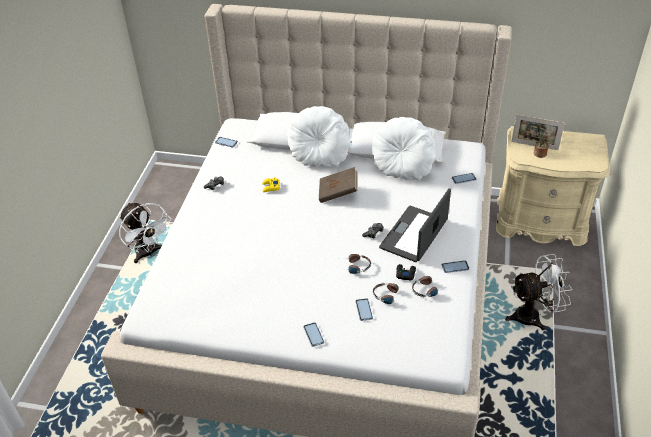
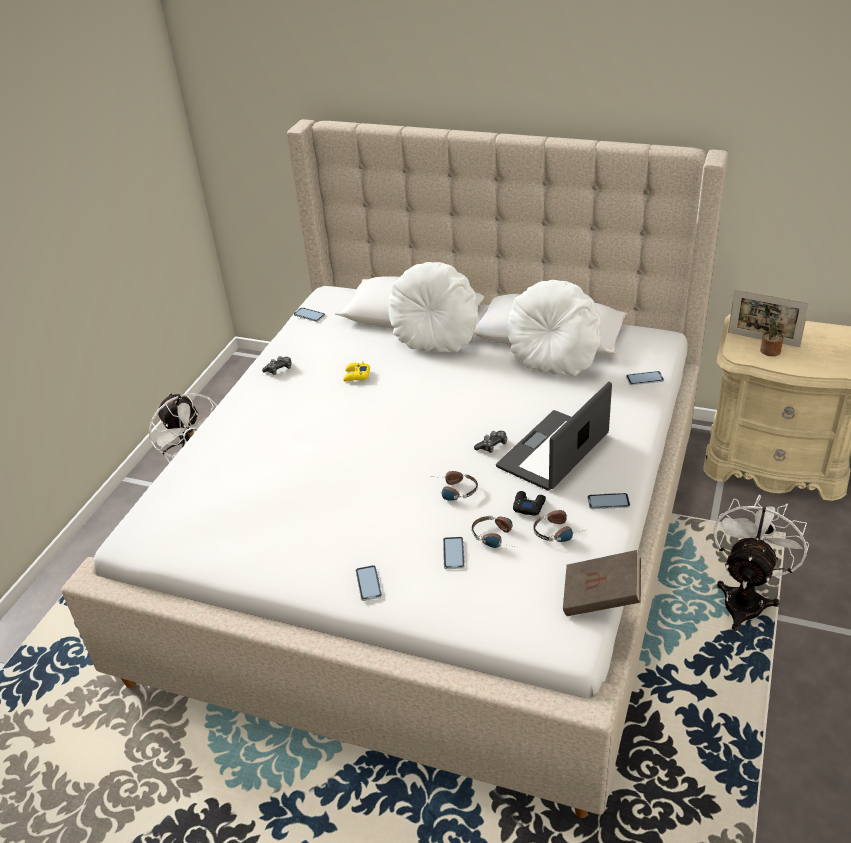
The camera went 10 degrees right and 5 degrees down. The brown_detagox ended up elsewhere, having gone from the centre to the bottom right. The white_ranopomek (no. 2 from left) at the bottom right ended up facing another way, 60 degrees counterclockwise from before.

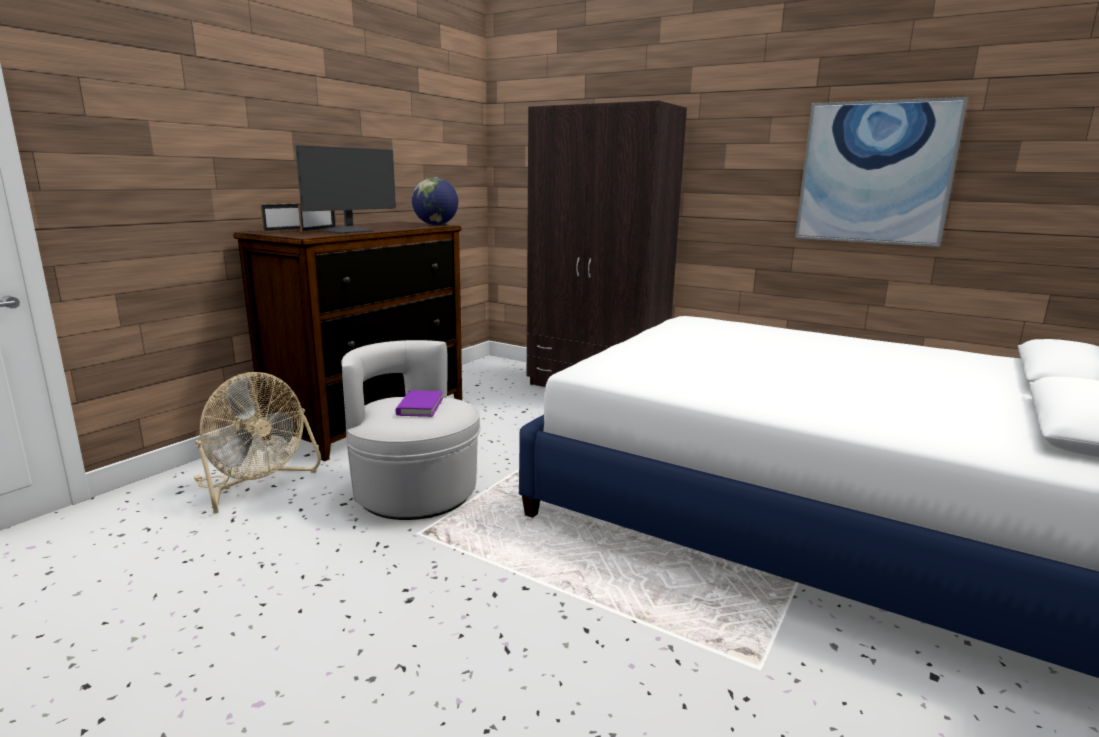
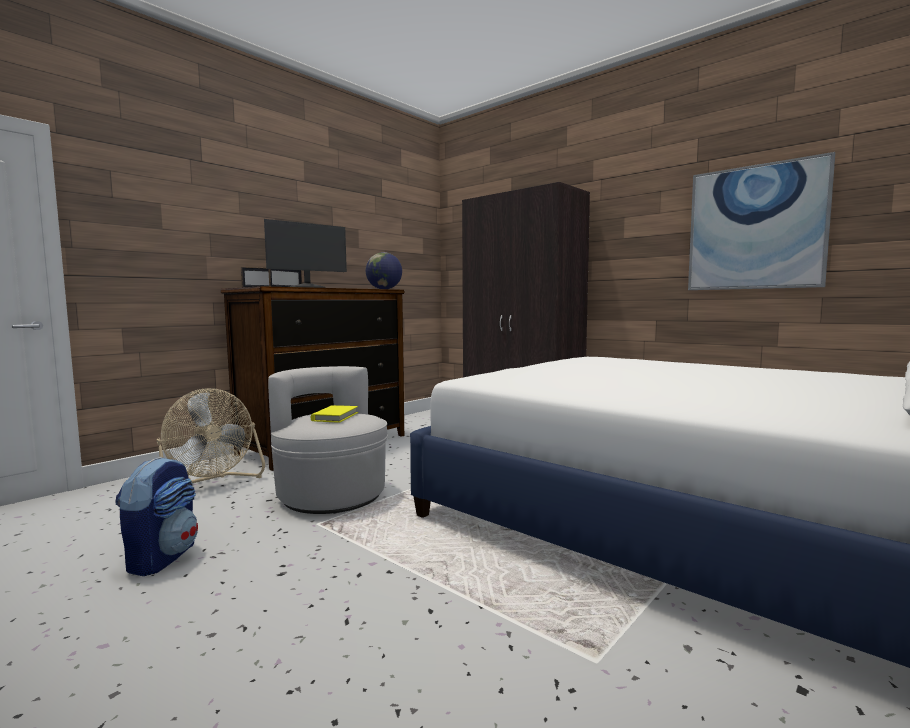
The camera went 10 degrees right and 10 degrees down. What was the purple_detagox at the centre turned into the yellow_detagox at the centre. The second view gained the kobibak at the bottom left.

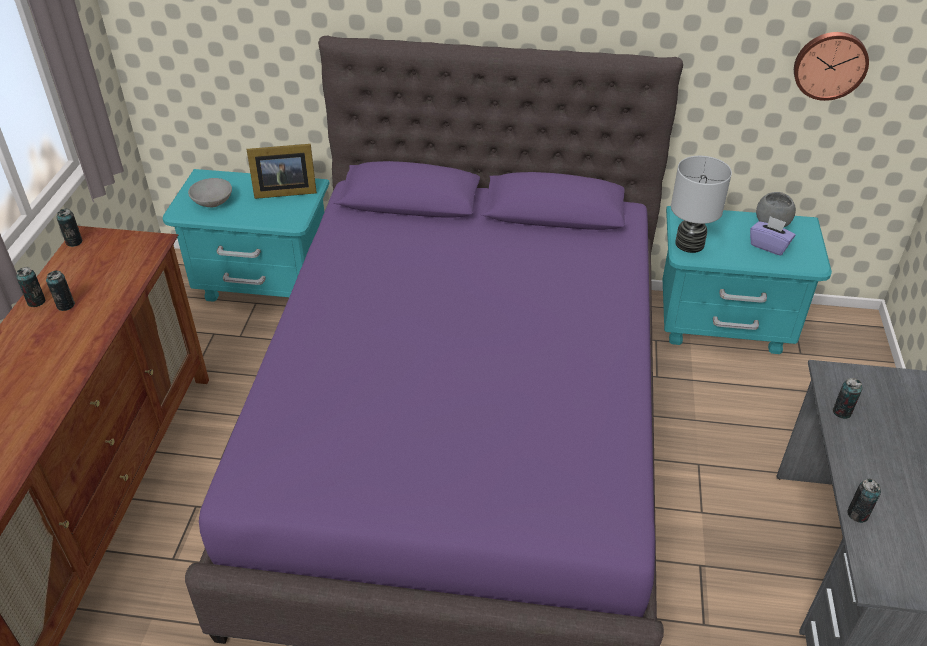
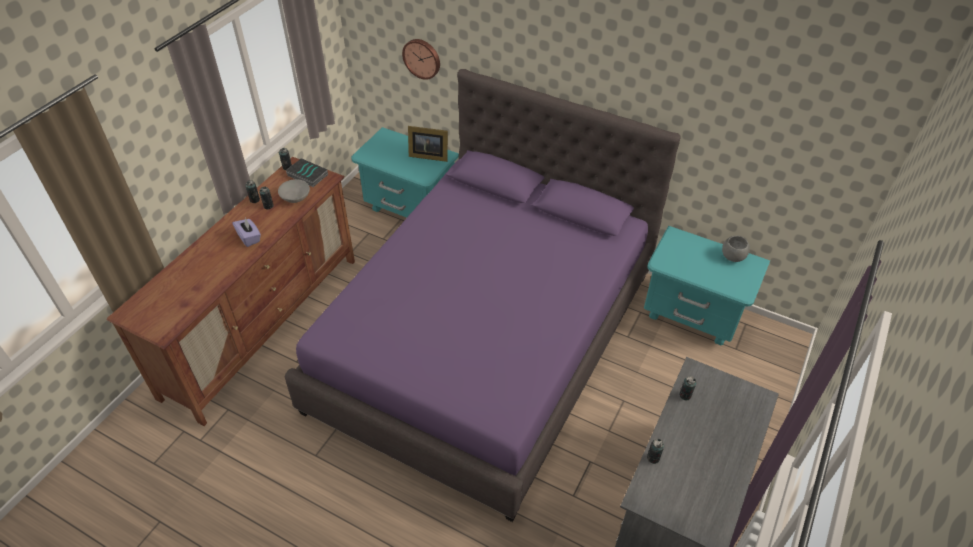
The camera went 20 degrees right and 5 degrees up. The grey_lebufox (no. 1 from left) ended up elsewhere, having gone from the top left to the middle left. The second view lost the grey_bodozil at the top right. The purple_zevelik ended up elsewhere, having gone from the middle right to the middle left. The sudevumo ended up elsewhere, having gone from the top right to the top centre. The second view gained the detagox at the top left.

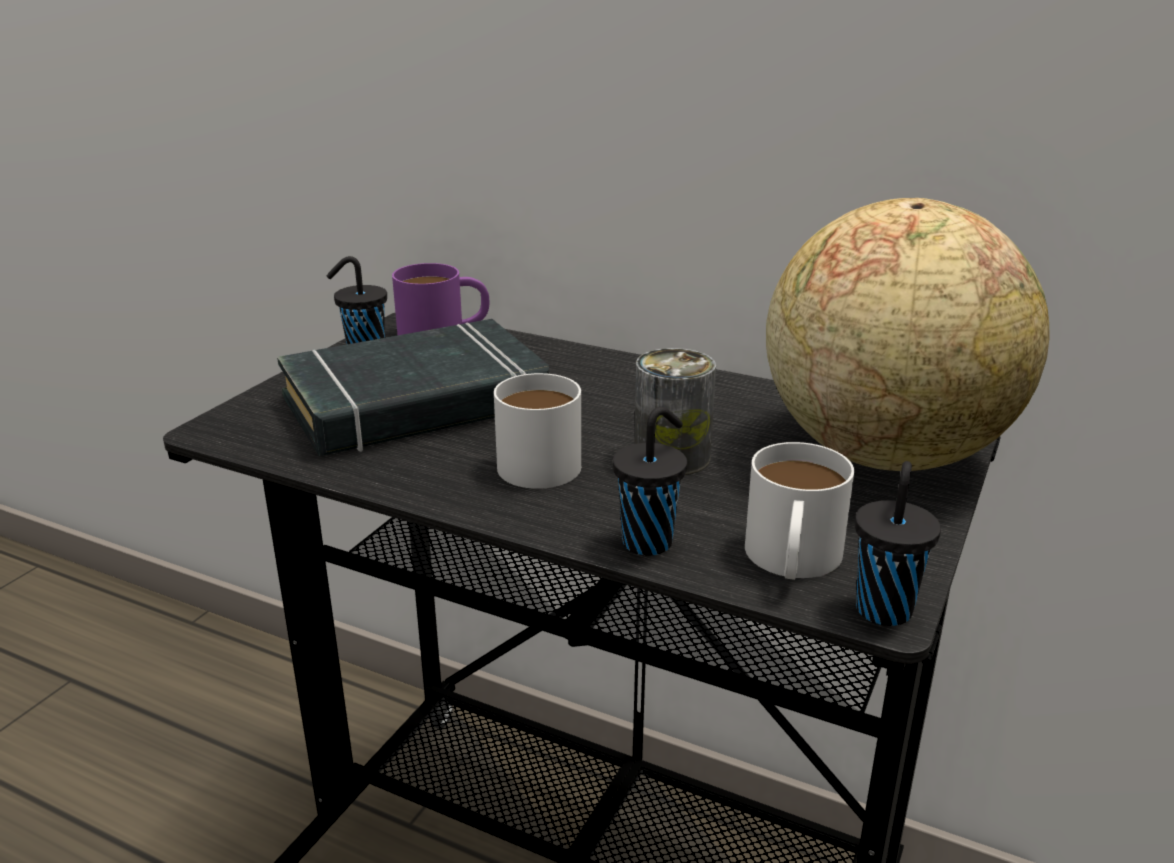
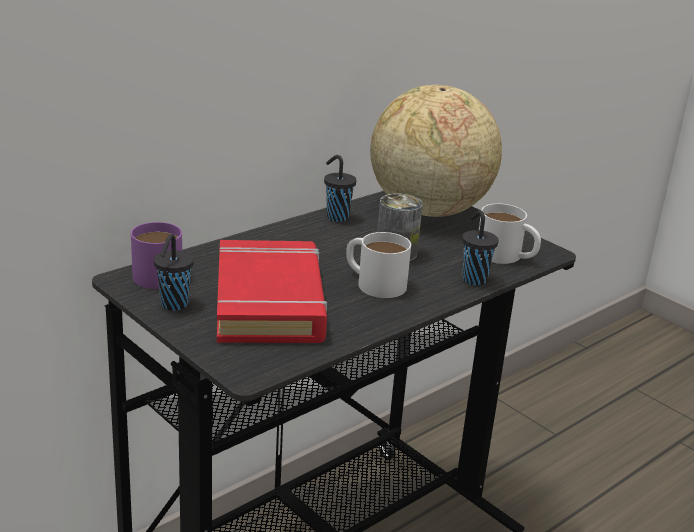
The camera went 70 degrees left and 0 degrees up. What was the black_detagox at the centre turned into the red_detagox at the centre. The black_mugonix (no. 3 from left in the first image) ended up elsewhere, having gone from the middle right to the centre.

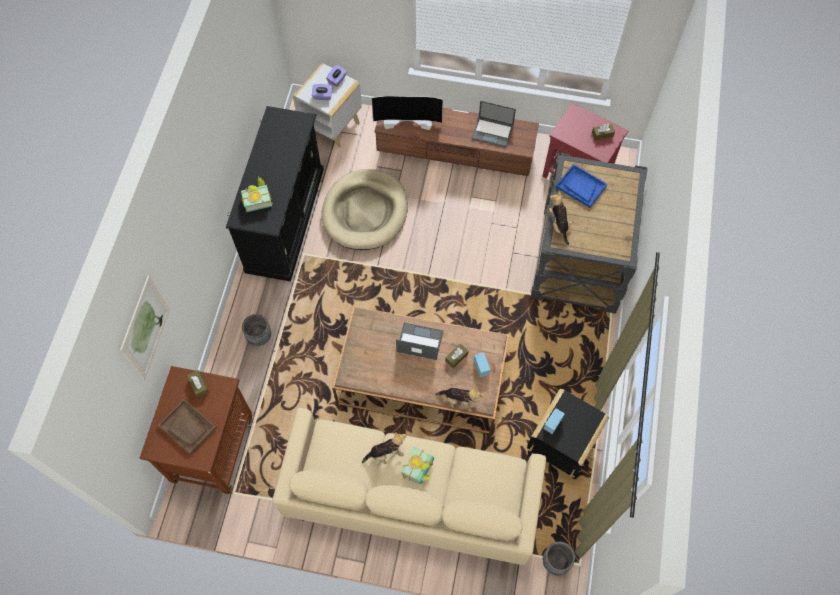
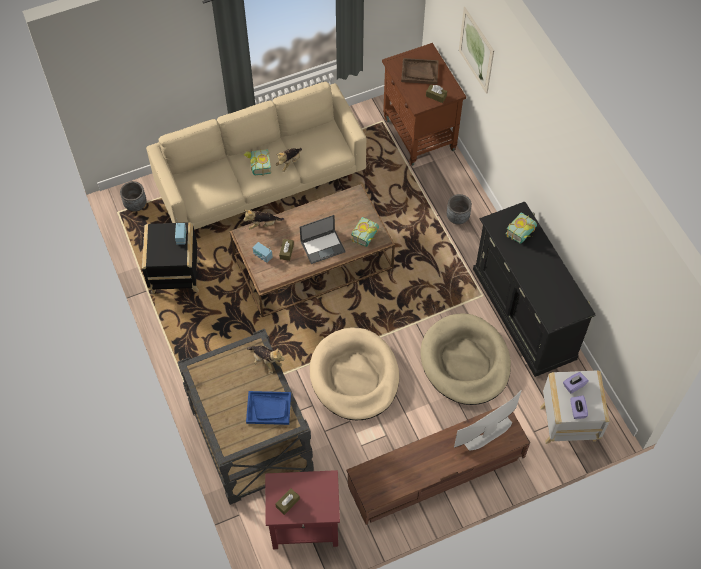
The camera went 145 degrees right and 5 degrees down. The second view lost the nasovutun (no. 2 from left) at the top centre. The second view gained the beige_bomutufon (no. 1 from left) at the centre. The second view gained the detagox (no. 2 from left) at the centre.

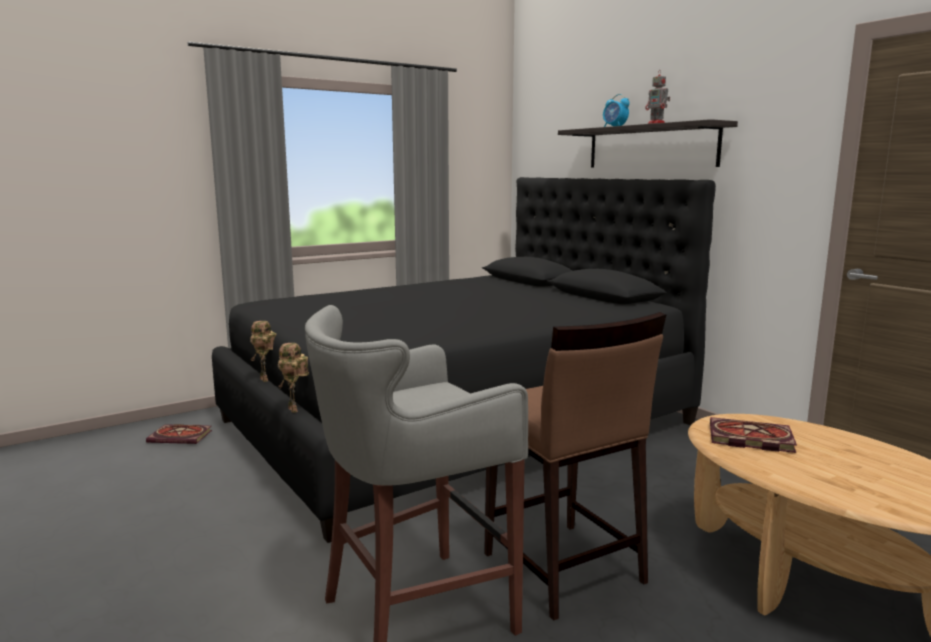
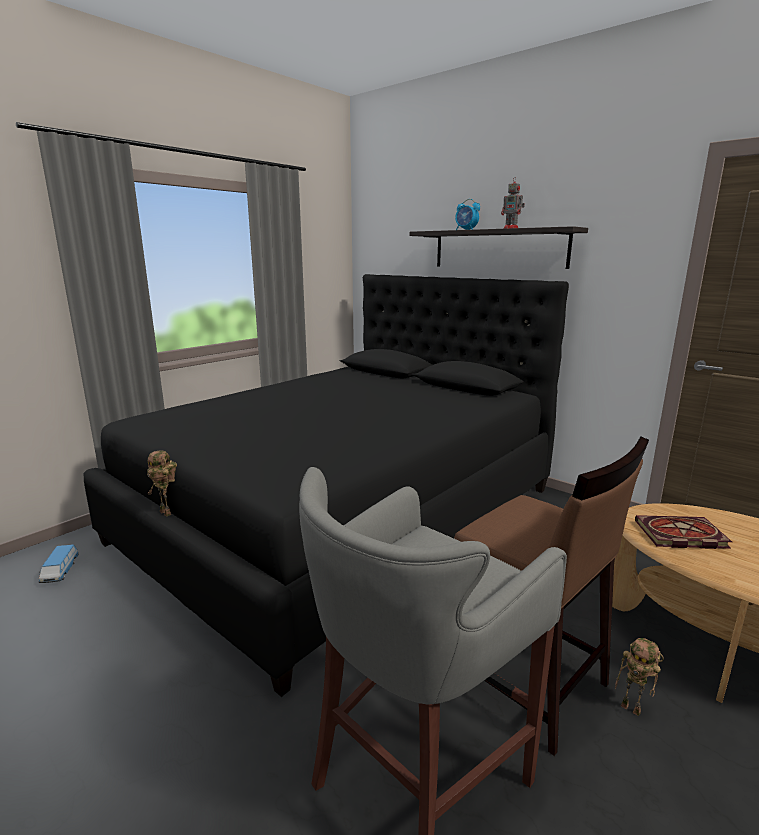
The camera went 15 degrees left and 5 degrees up. Where the detagox (no. 1 from left) stood at the bottom left, the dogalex came to stand at the bottom left. The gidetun (no. 2 from left in the first image) ended up elsewhere, having gone from the middle left to the bottom right.

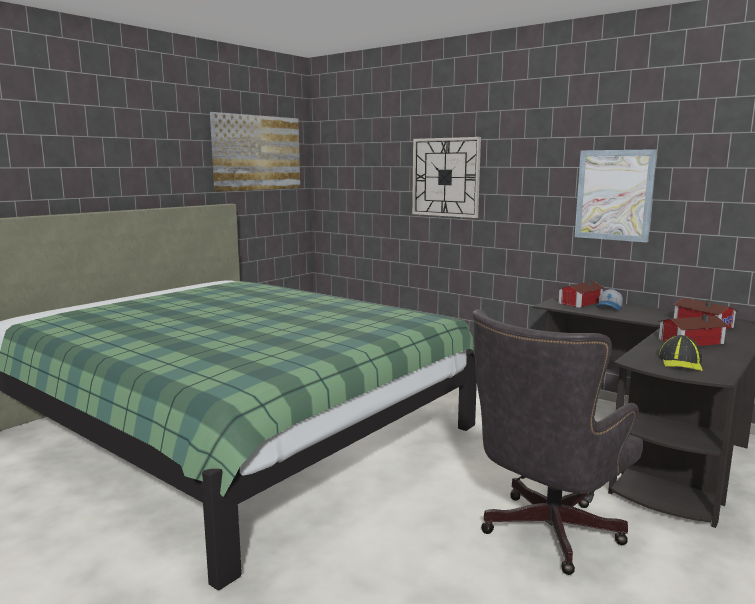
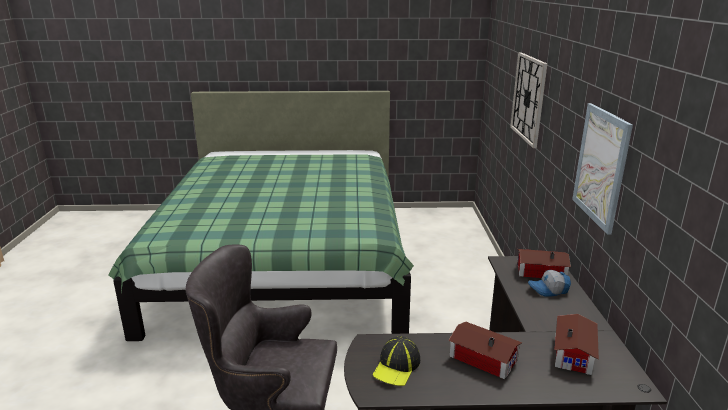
The camera went 50 degrees right and 10 degrees up. The second view lost the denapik (no. 1 from left) at the top centre. The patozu (no. 2 from left in the first image) at the middle right ended up facing another way, 45 degrees counterclockwise from before.

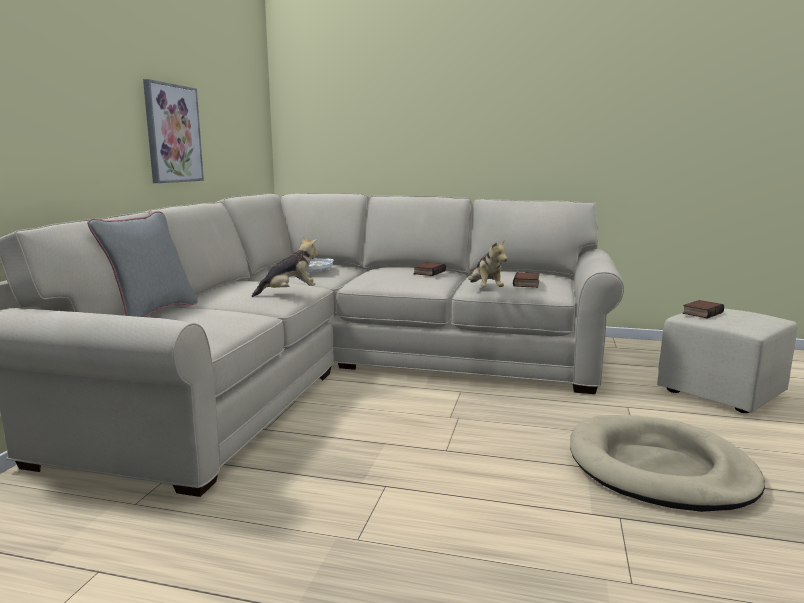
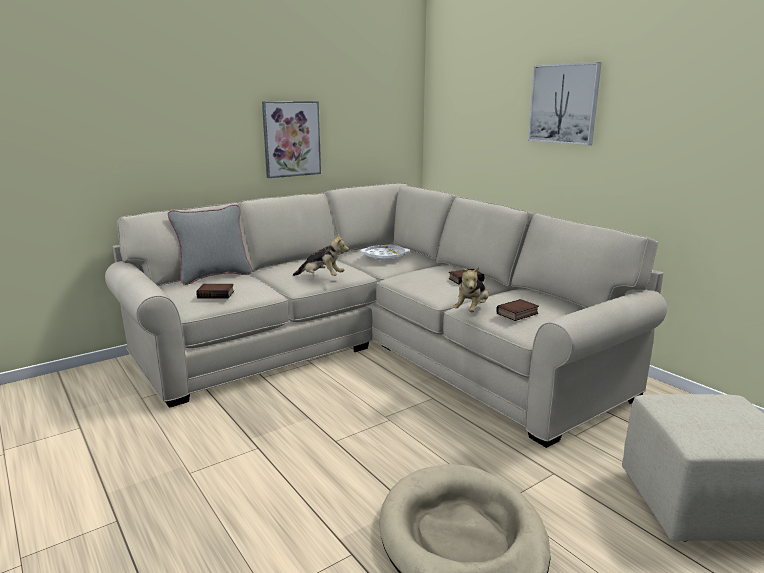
The camera went 40 degrees right and 5 degrees up. The detagox (no. 3 from left in the first image) ended up elsewhere, having gone from the middle right to the middle left. The second view gained the denapik (no. 2 from left) at the top right.

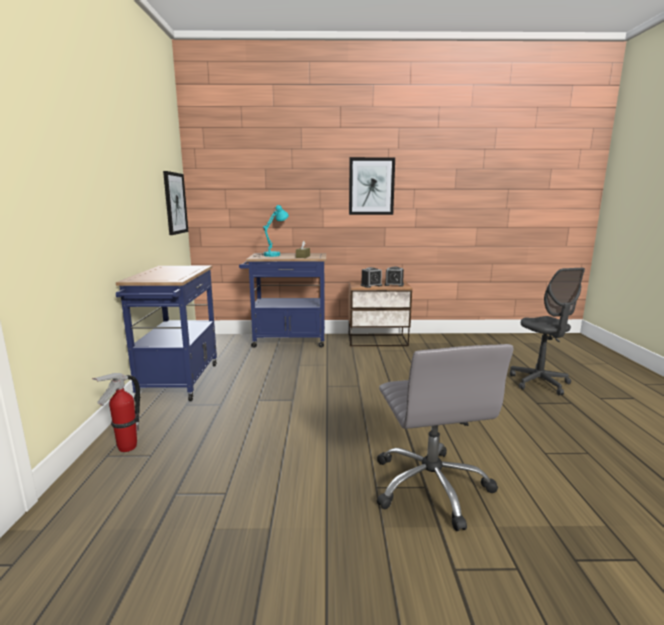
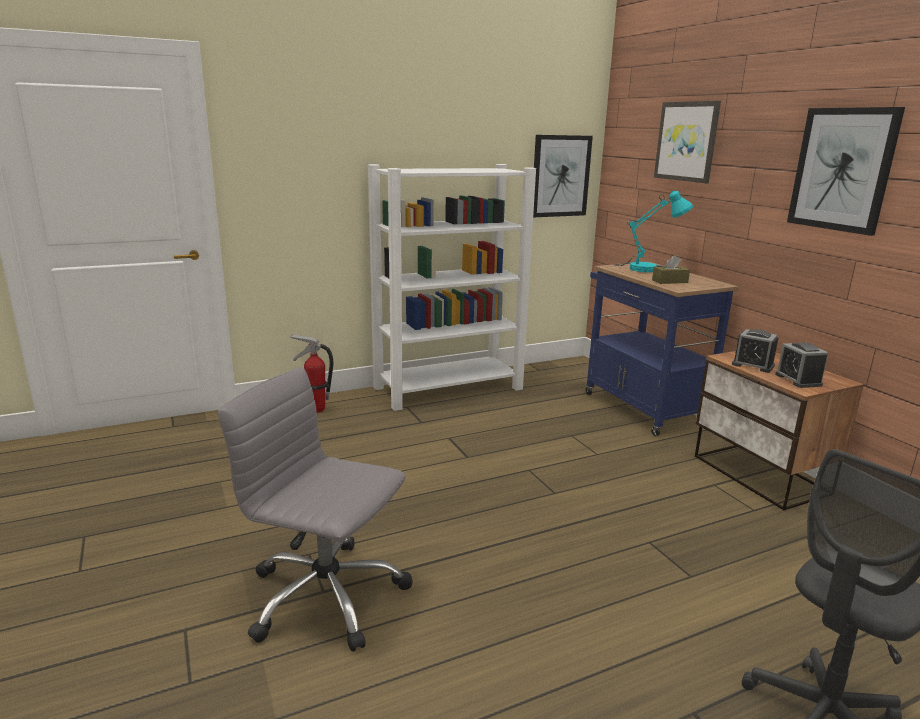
The camera went 65 degrees right and 5 degrees up. Where the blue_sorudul (no. 1 from left) stood at the middle left, the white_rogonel came to stand at the centre. The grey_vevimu (no. 1 from left) at the bottom right ended up facing another way, 60 degrees clockwise from before. The second view gained the denapik (no. 2 from left) at the top right.

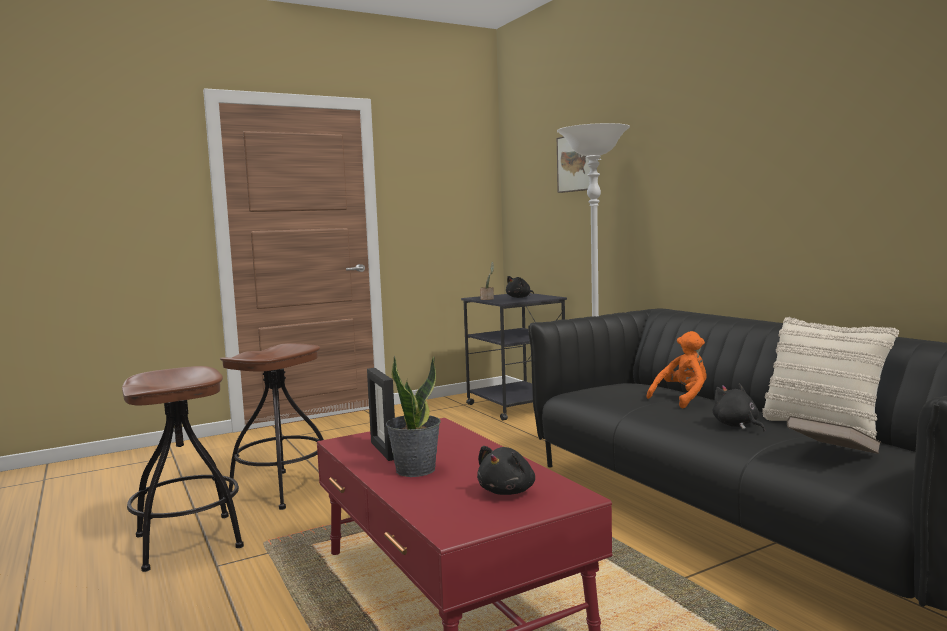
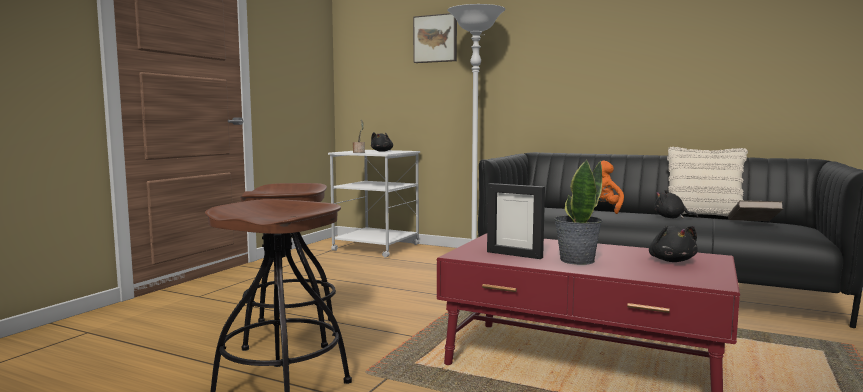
The camera went 35 degrees left and 0 degrees up. What was the black_sorudul at the centre turned into the white_sorudul at the centre.

